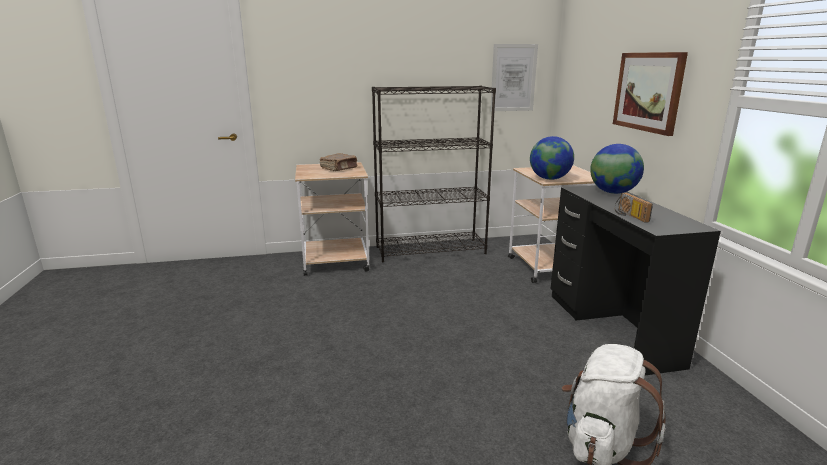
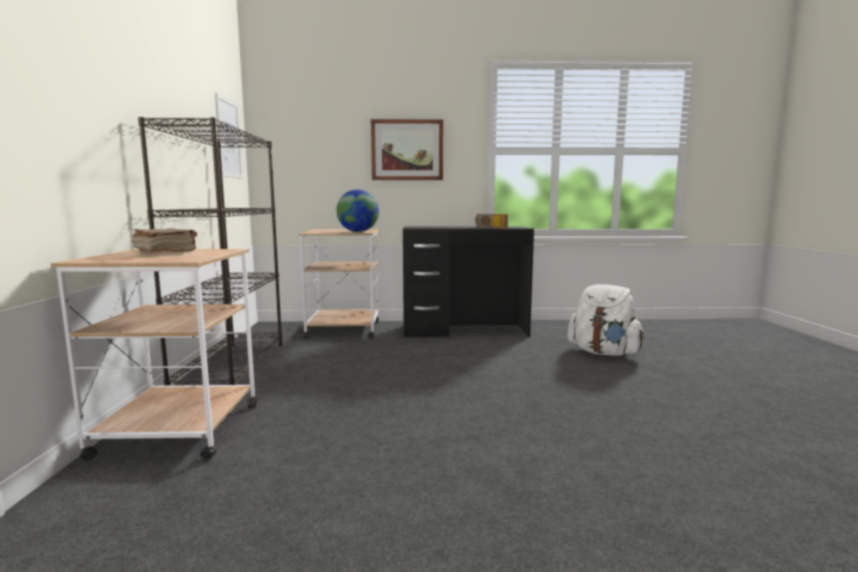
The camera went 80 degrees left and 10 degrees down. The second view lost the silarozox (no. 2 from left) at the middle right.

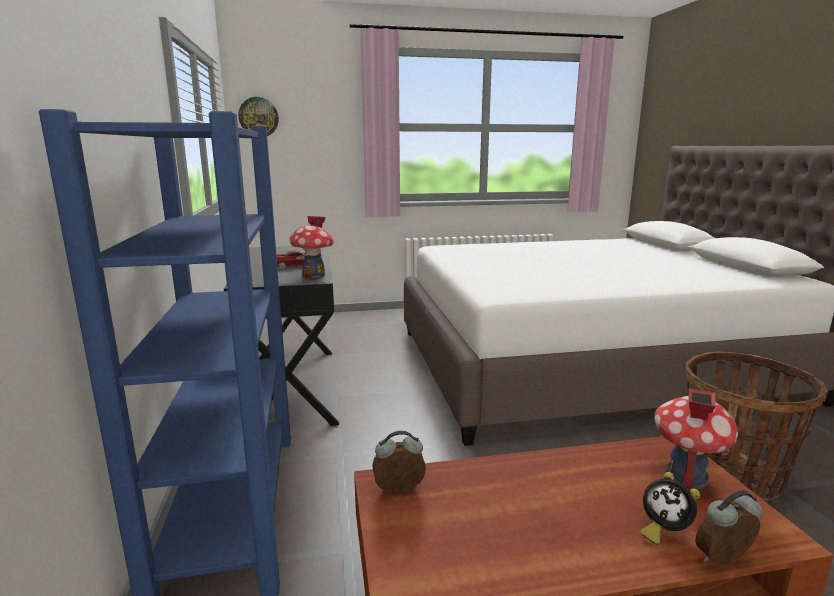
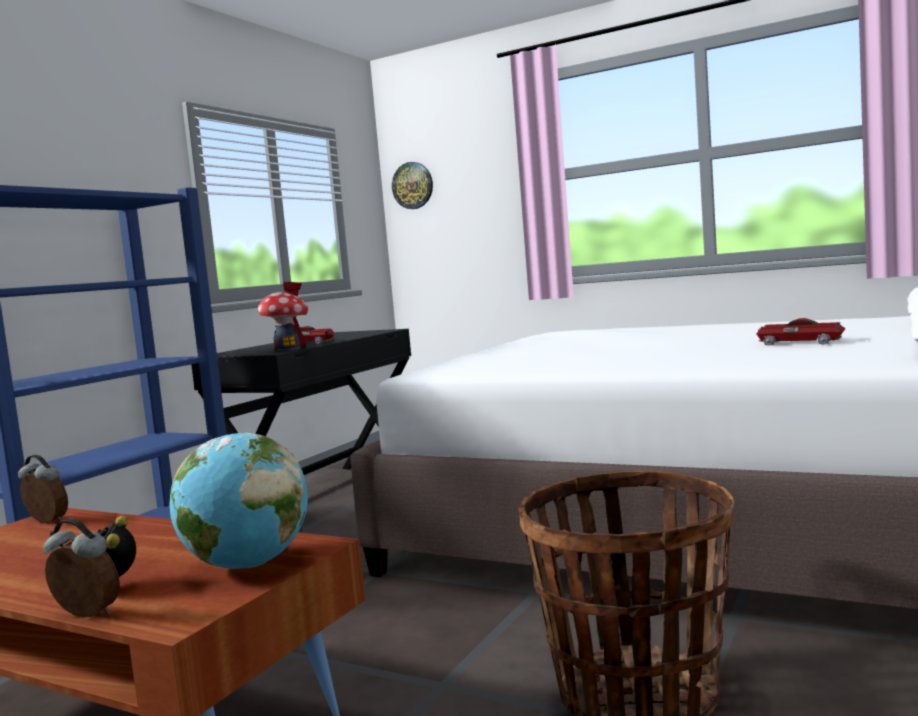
The camera went 40 degrees right and 10 degrees down. Where the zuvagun (no. 2 from left) stood at the bottom right, the silarozox came to stand at the bottom left. The second view gained the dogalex (no. 2 from left) at the middle right.

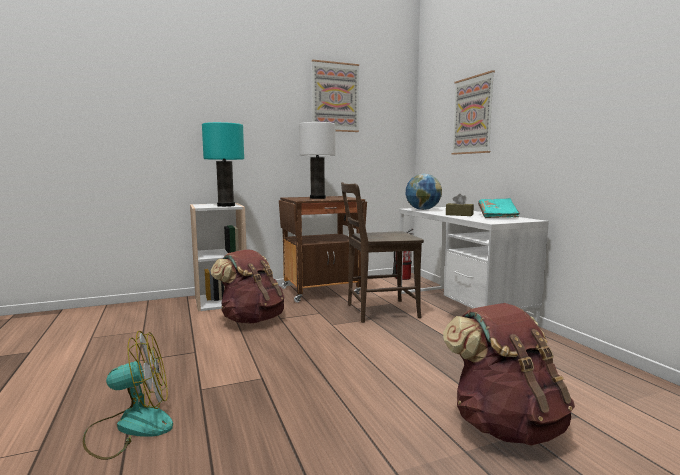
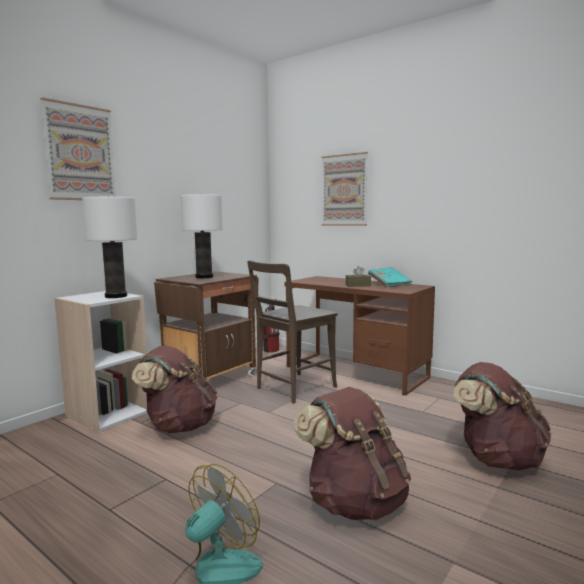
The camera went 30 degrees left and 0 degrees up. What was the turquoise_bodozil at the middle left turned into the white_bodozil (no. 1 from left) at the middle left. The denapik (no. 1 from left) ended up elsewhere, having gone from the top centre to the top left. What was the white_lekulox at the middle right turned into the brown_lekulox at the centre. The second view lost the silarozox at the centre. The second view gained the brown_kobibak (no. 2 from left) at the bottom centre.

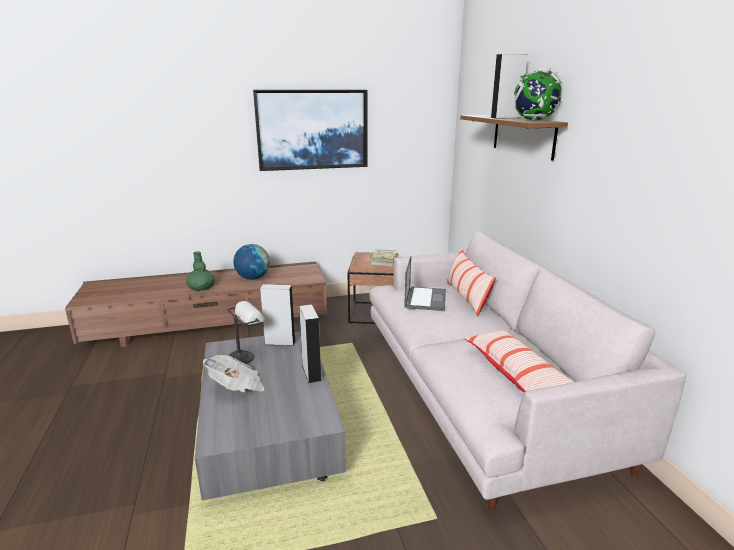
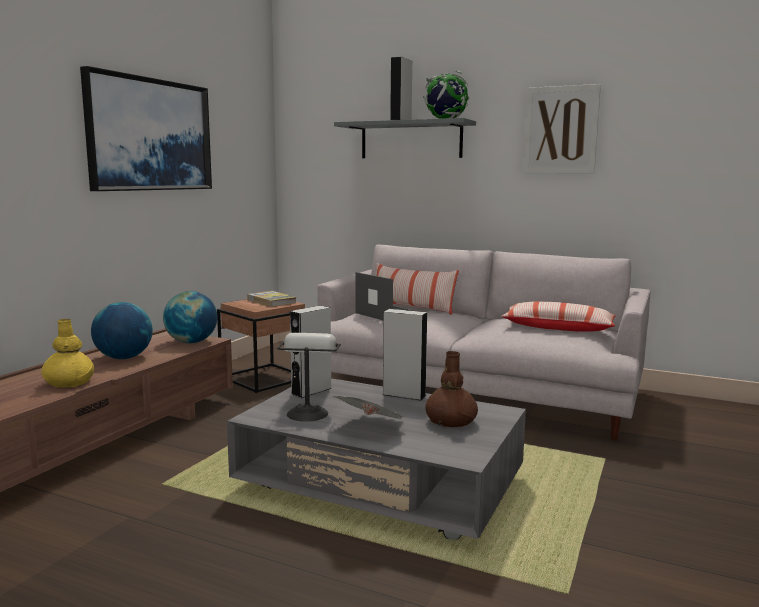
The camera went 50 degrees left and 10 degrees down. What was the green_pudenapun at the middle left turned into the yellow_pudenapun at the middle left. What was the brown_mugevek at the top right turned into the grey_mugevek at the top centre. The second view gained the silarozox (no. 2 from left) at the middle left. The second view gained the brown_pudenapun at the centre. The second view gained the denapik (no. 2 from left) at the top right.

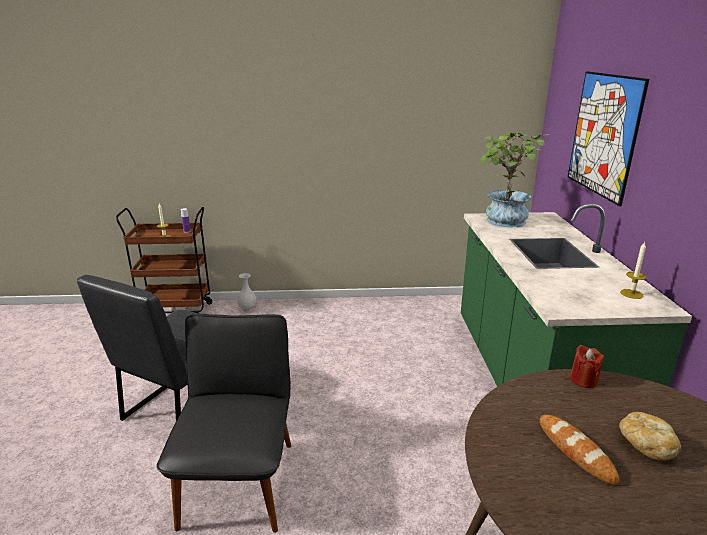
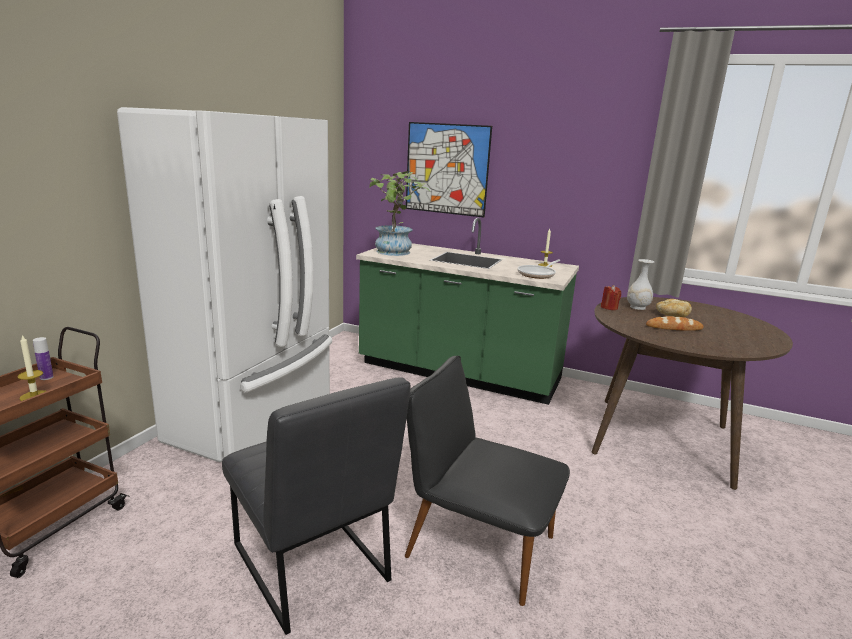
The camera went 65 degrees left and 5 degrees down. The white_pudenapun ended up elsewhere, having gone from the centre to the middle right. The second view gained the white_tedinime at the middle left. The second view gained the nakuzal at the centre.

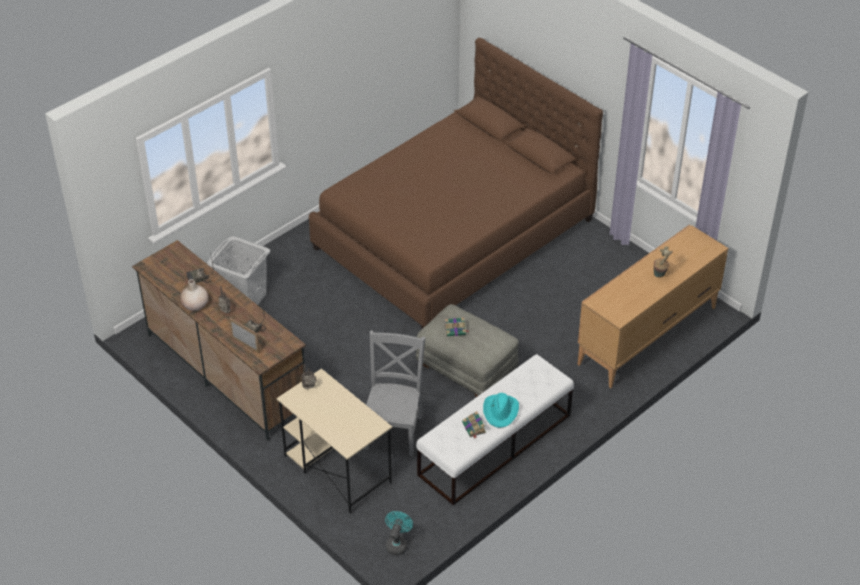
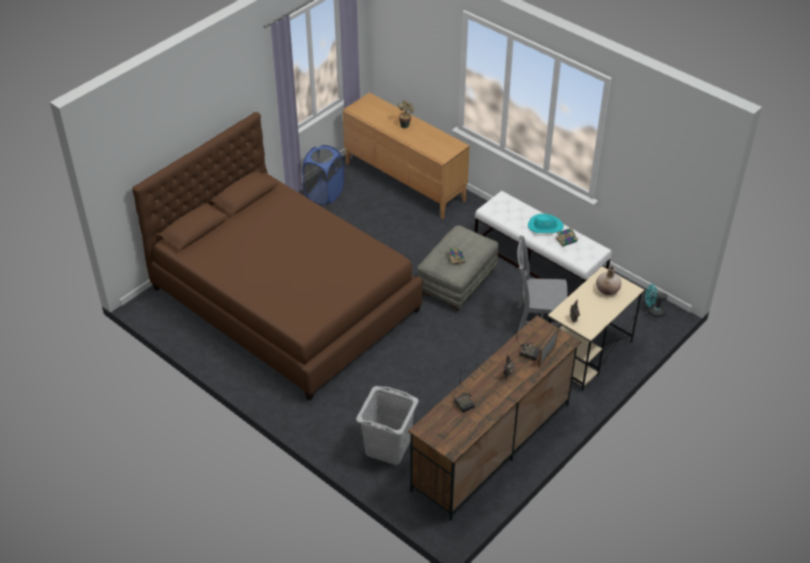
The camera went 95 degrees left and 0 degrees up. The beige_pudenapun ended up elsewhere, having gone from the middle left to the middle right. The second view gained the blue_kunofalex at the top centre.

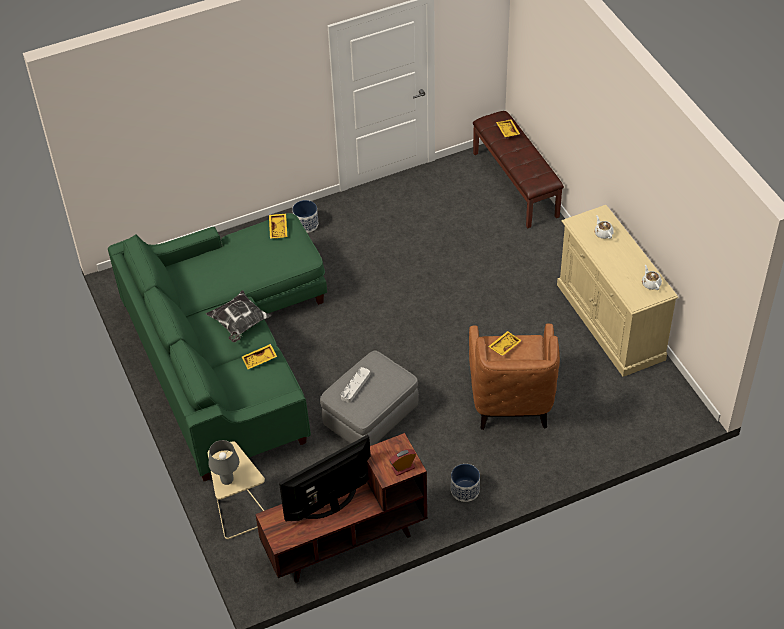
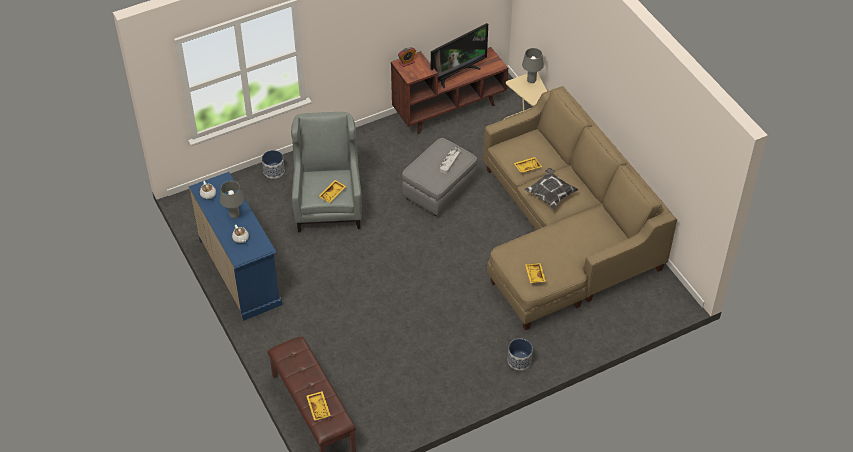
The camera went 175 degrees right and 0 degrees up. What was the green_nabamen at the middle left turned into the beige_nabamen at the middle right. The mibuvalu (no. 2 from left in the first image) ended up elsewhere, having gone from the bottom centre to the middle left. What was the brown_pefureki at the centre turned into the grey_pefureki at the centre. What was the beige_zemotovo at the middle right turned into the blue_zemotovo at the middle left. The second view gained the grey_bodozil (no. 1 from left) at the middle left.

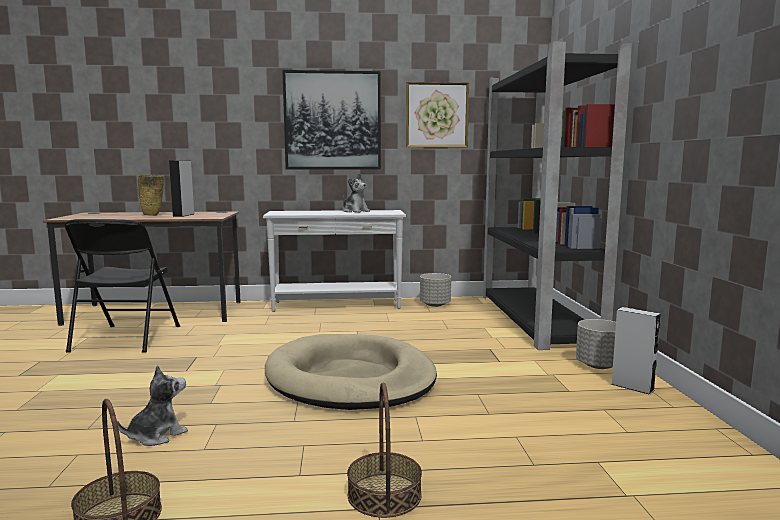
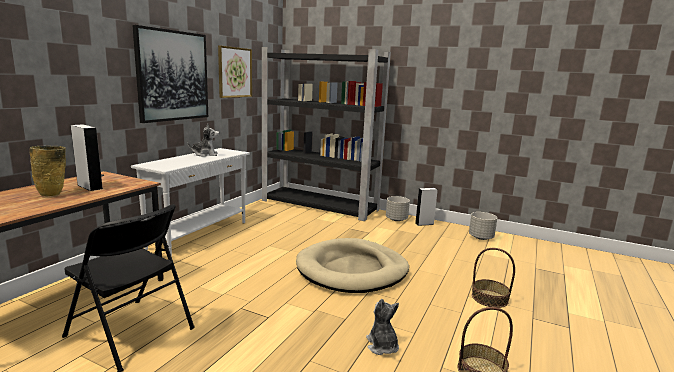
The camera went 60 degrees left and 5 degrees up. The grey_mibuvalu (no. 1 from left in the first image) ended up elsewhere, having gone from the centre to the middle right.

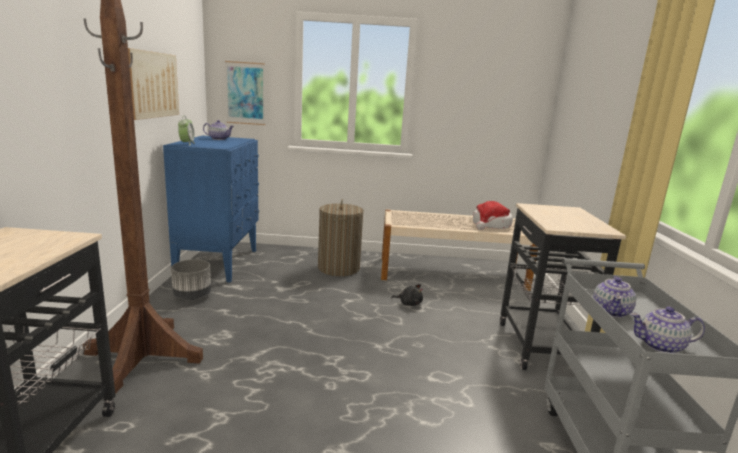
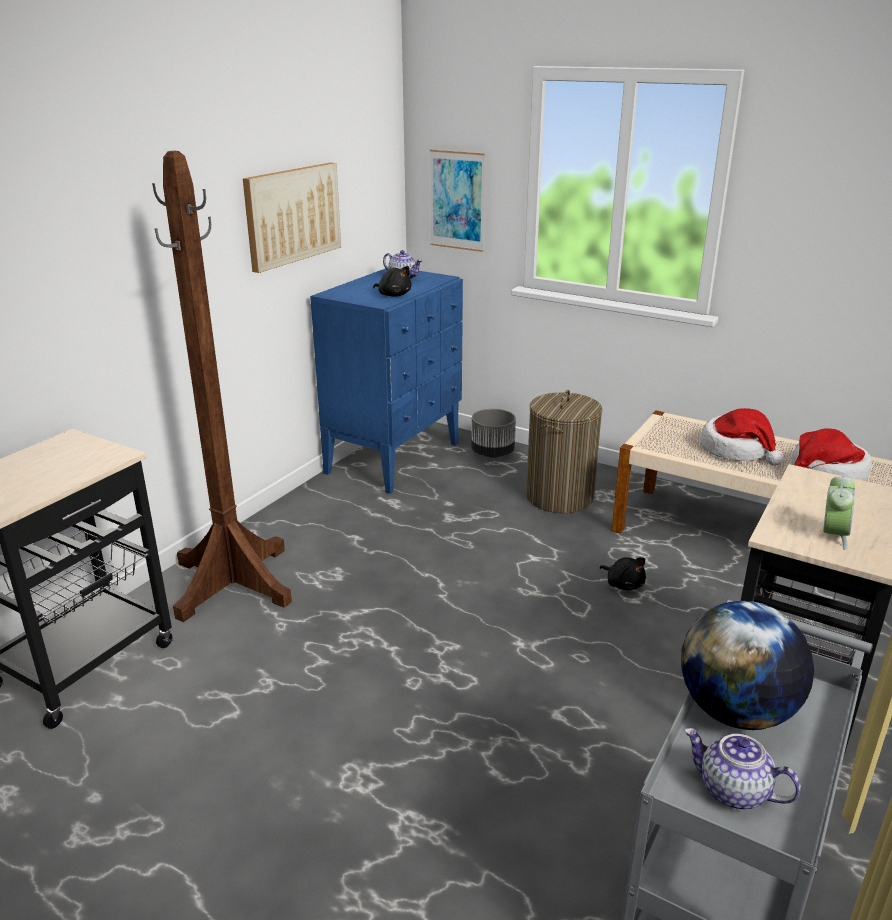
The camera went 30 degrees right and 10 degrees up. The grey_mibuvalu ended up elsewhere, having gone from the middle left to the centre. The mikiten ended up elsewhere, having gone from the top left to the middle right. Where the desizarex (no. 2 from left) stood at the middle right, the silarozox came to stand at the bottom right. The second view gained the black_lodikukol (no. 1 from left) at the top centre. The second view gained the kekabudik (no. 1 from left) at the middle right.

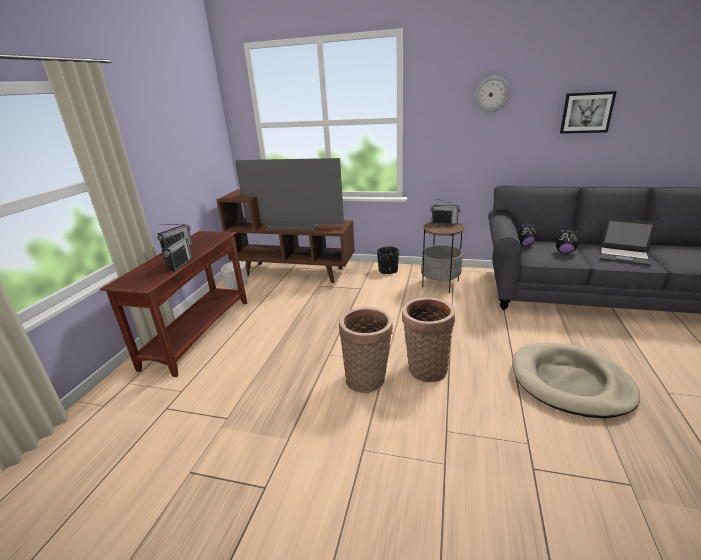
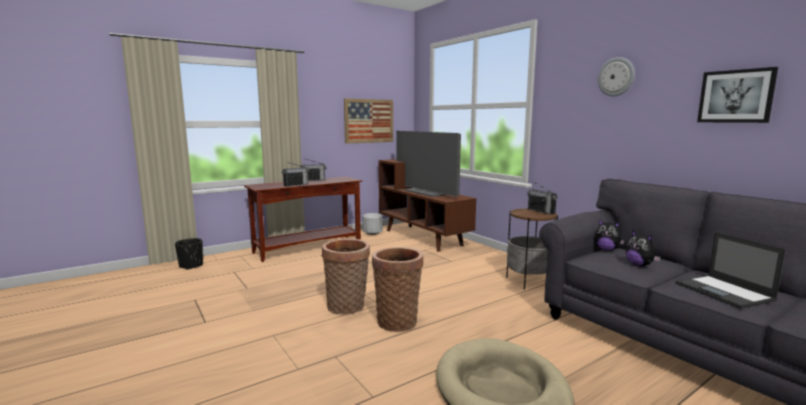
The camera went 40 degrees right and 15 degrees down. The black_mibuvalu ended up elsewhere, having gone from the centre to the middle left. The second view gained the denapik (no. 1 from left) at the top centre.

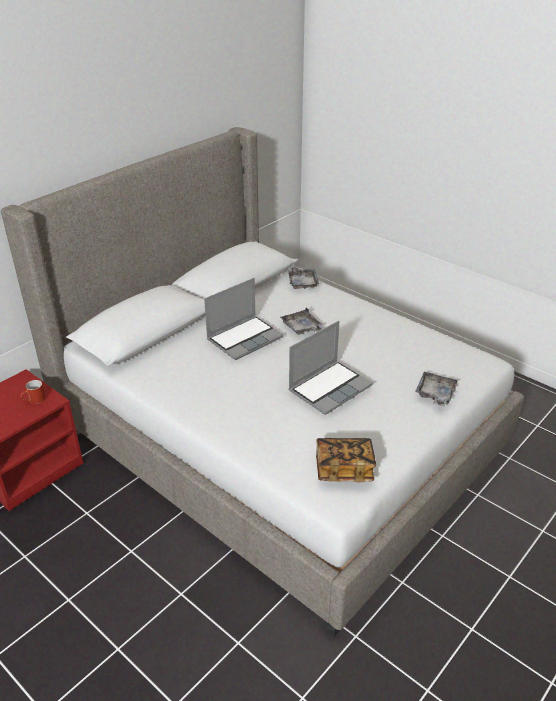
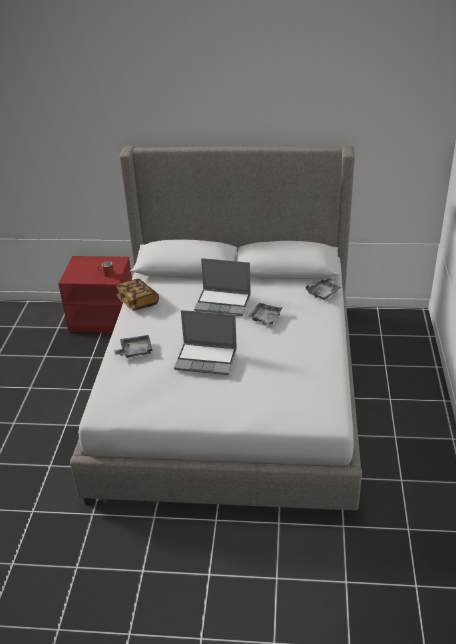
The camera went 55 degrees right and 0 degrees up. The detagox ended up elsewhere, having gone from the centre to the middle left. The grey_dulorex (no. 3 from left in the first image) ended up elsewhere, having gone from the middle right to the middle left.

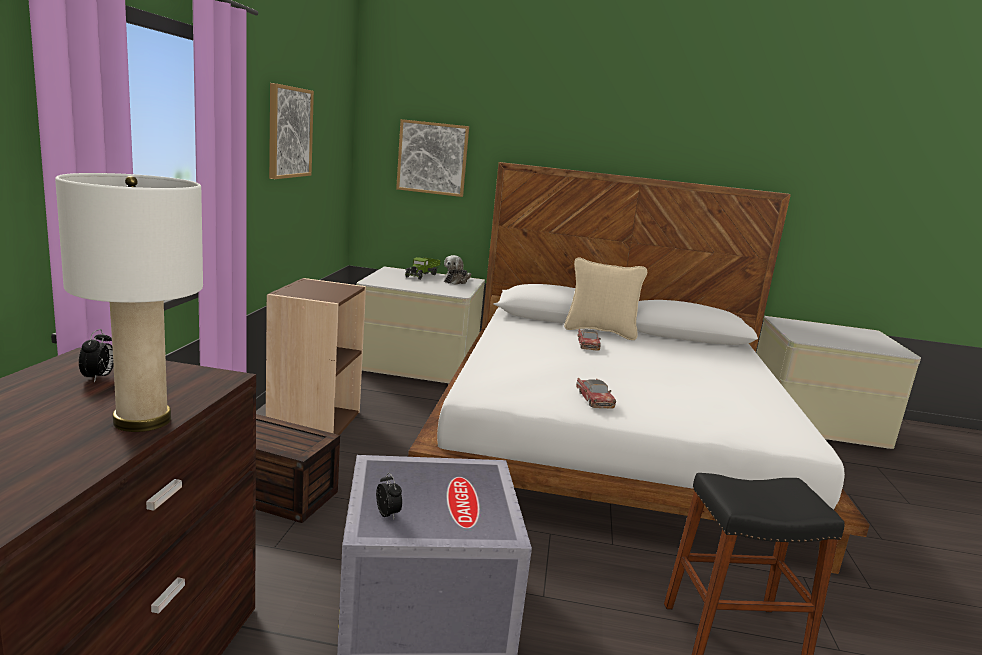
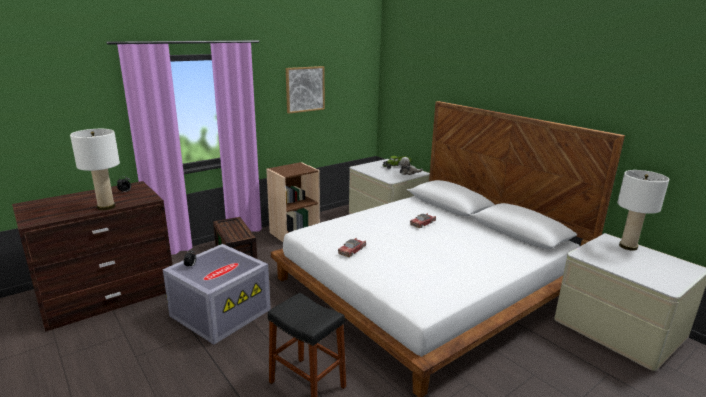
The camera went 45 degrees right and 5 degrees up. The second view lost the denapik (no. 2 from left) at the top centre. The second view lost the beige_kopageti at the centre. The second view gained the white_bodozil (no. 2 from left) at the middle right.

